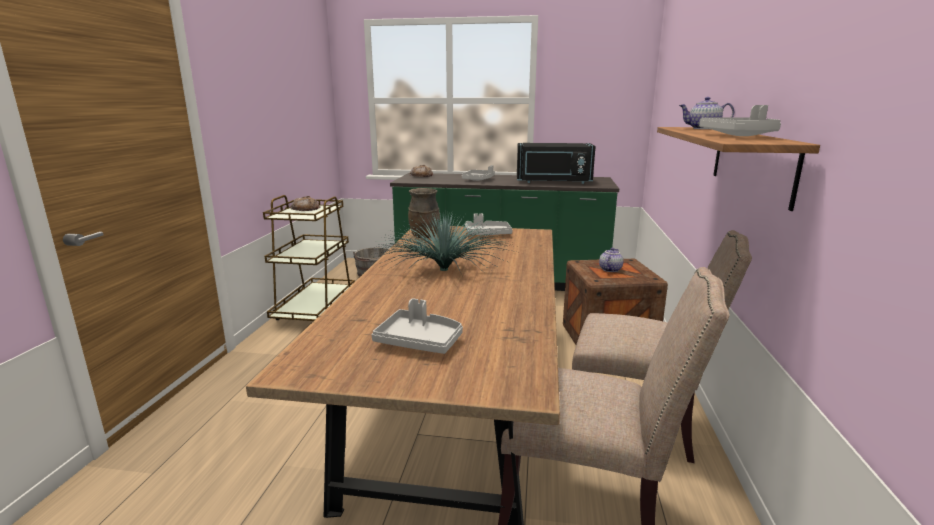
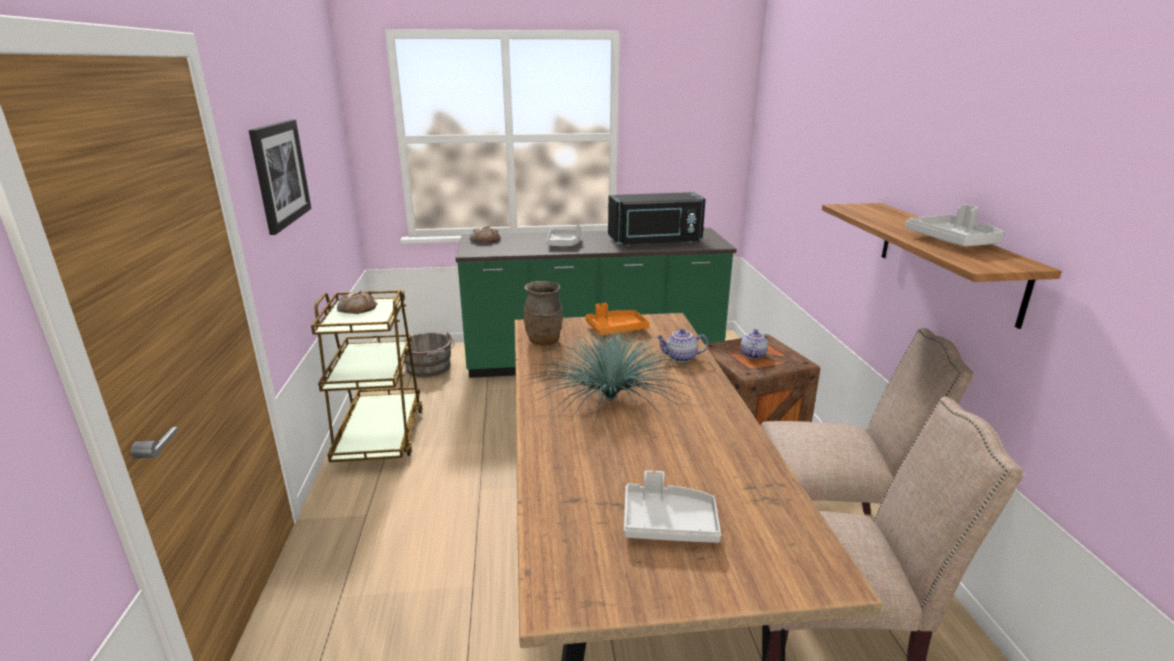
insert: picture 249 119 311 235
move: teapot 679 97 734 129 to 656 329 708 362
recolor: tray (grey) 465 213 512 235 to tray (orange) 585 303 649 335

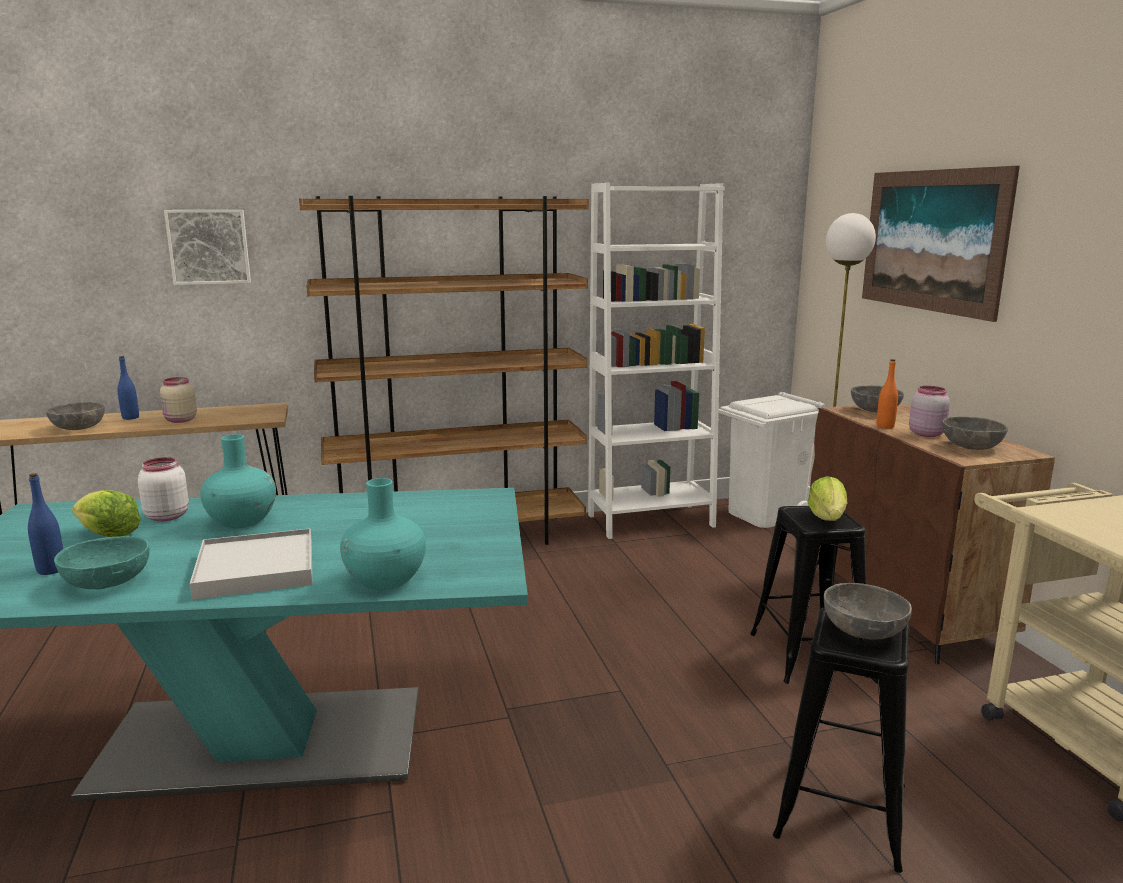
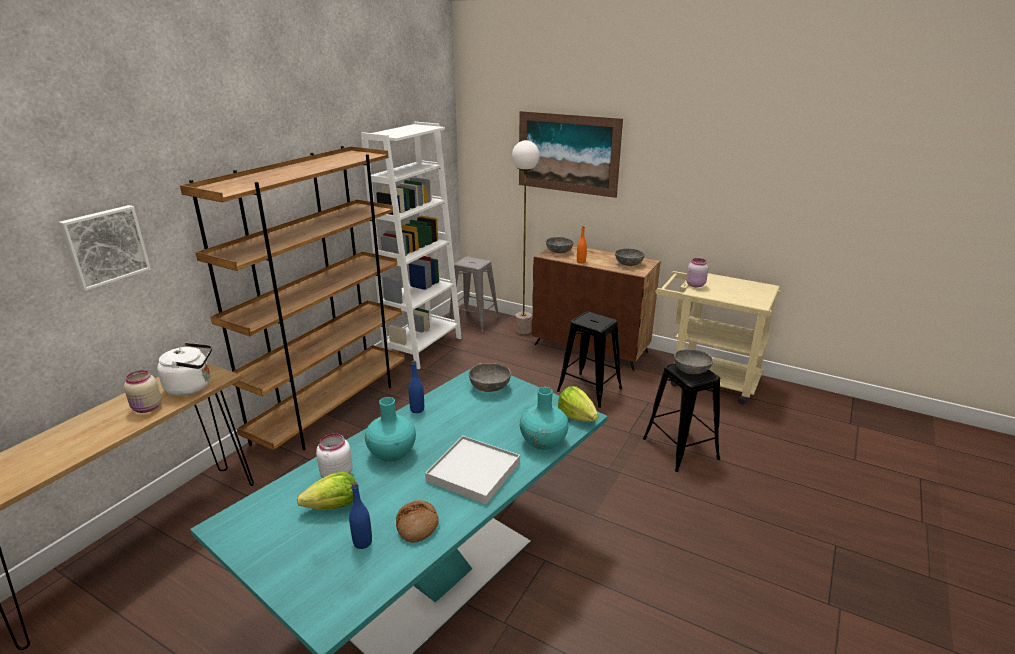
insert: kettle (white) 157 343 212 396
move: bowl (grey) 45 402 105 430 to 469 363 511 392; bottle (blue) 118 356 139 420 to 408 360 424 413; lettuce 808 476 847 521 to 558 386 599 422; jar (pink) 909 386 950 437 to 686 258 708 287
replace: bowl (turquoise) 54 536 150 590 to bread 396 500 439 543; trash can (white) 719 392 825 528 to stool (grey) 449 257 500 332

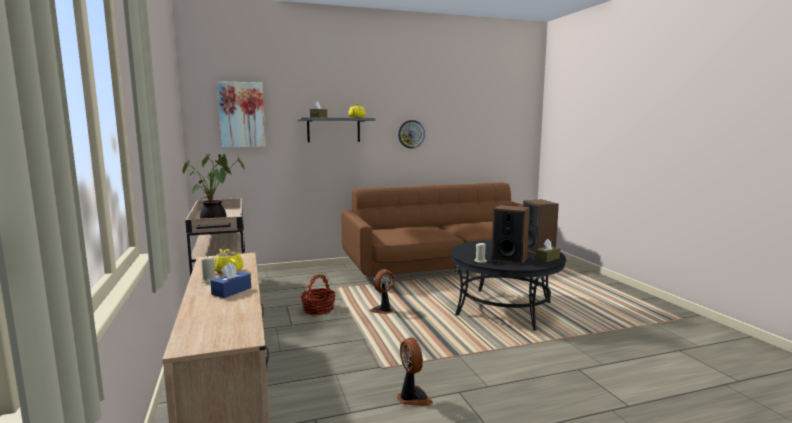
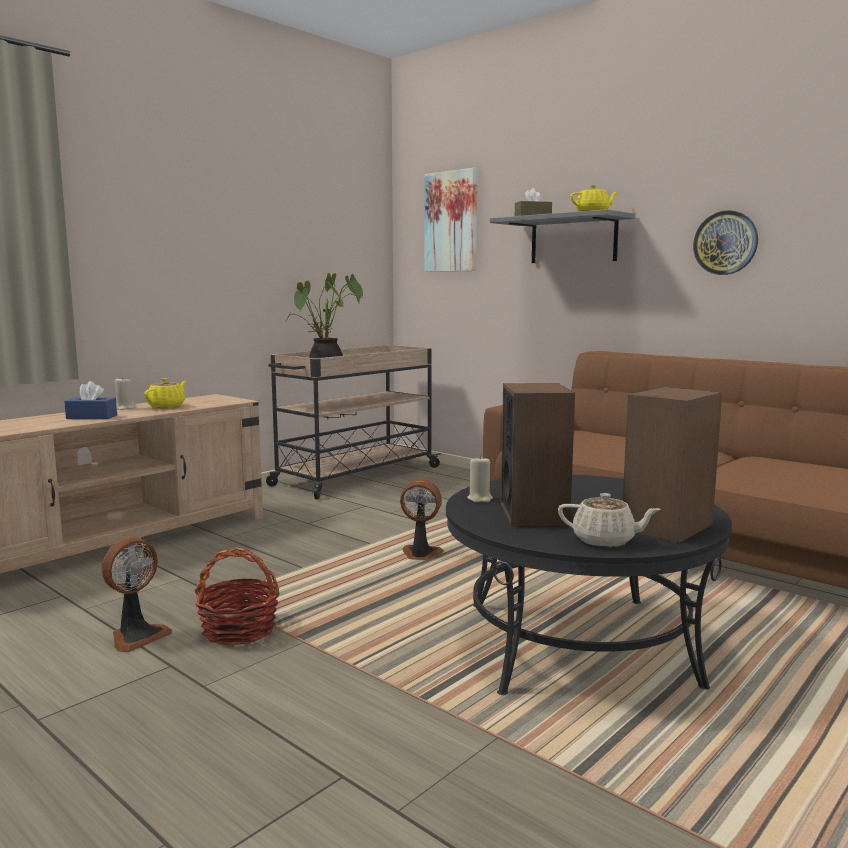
move: basket 301 274 336 315 to 194 547 279 646
replace: tissue box (brown) 535 239 560 263 to teapot (beige) 558 493 661 547

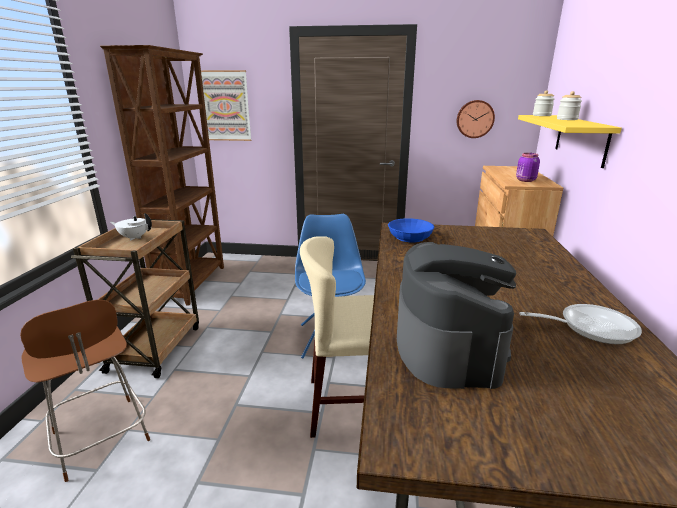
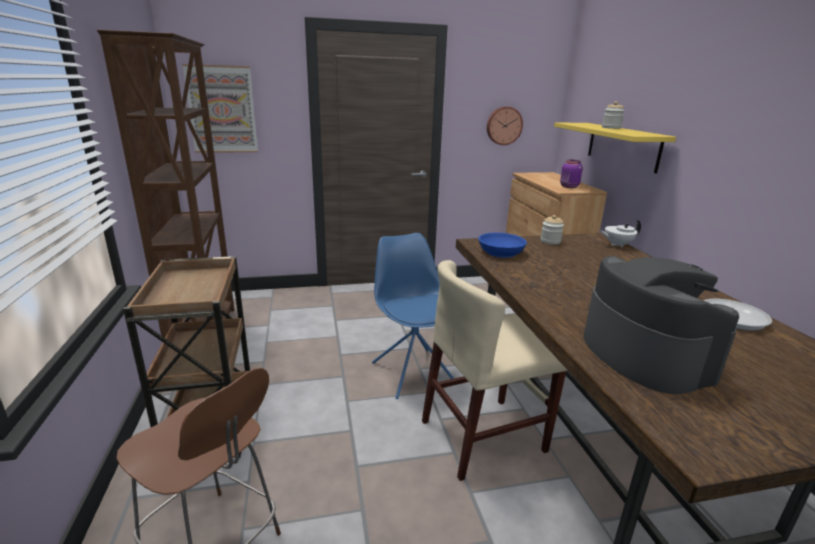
move: teapot (white) 110 213 152 241 to 600 219 641 248; jar 533 90 555 116 to 540 215 564 245

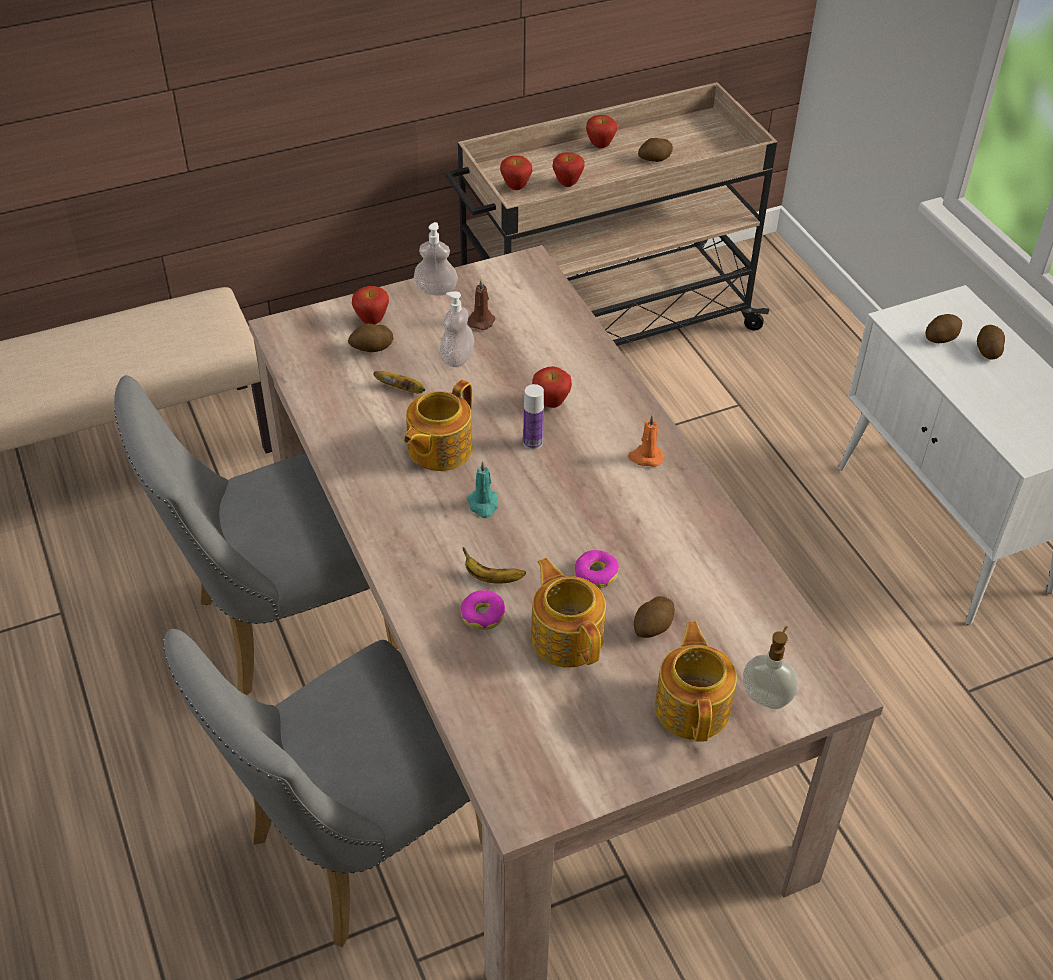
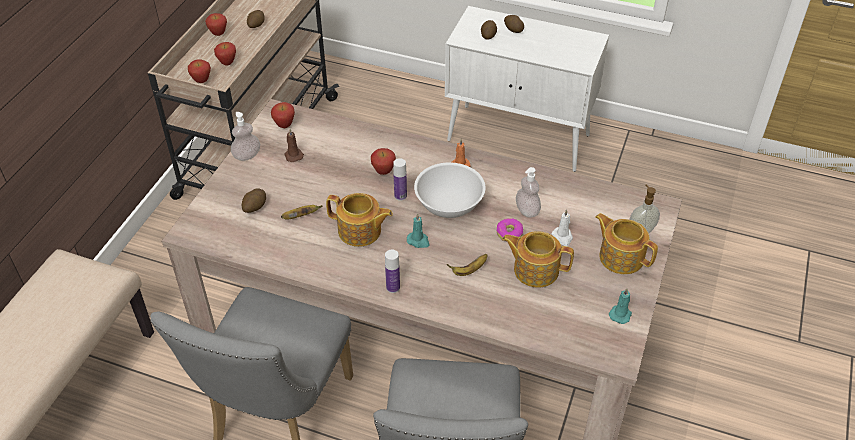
delete: donut 460 590 505 630
insert: bottle 385 249 400 293; bowl (white) 414 162 486 218; candle (turquoise) 609 288 632 324
move: apple 352 286 389 324 to 271 102 295 128; soap dispenser 440 291 474 367 to 516 167 541 218
replace: potato 634 596 675 638 to candle (white) 552 209 573 246
rotate: teapot 404 380 473 471 = 326 193 393 247 60 degrees counterclockwise

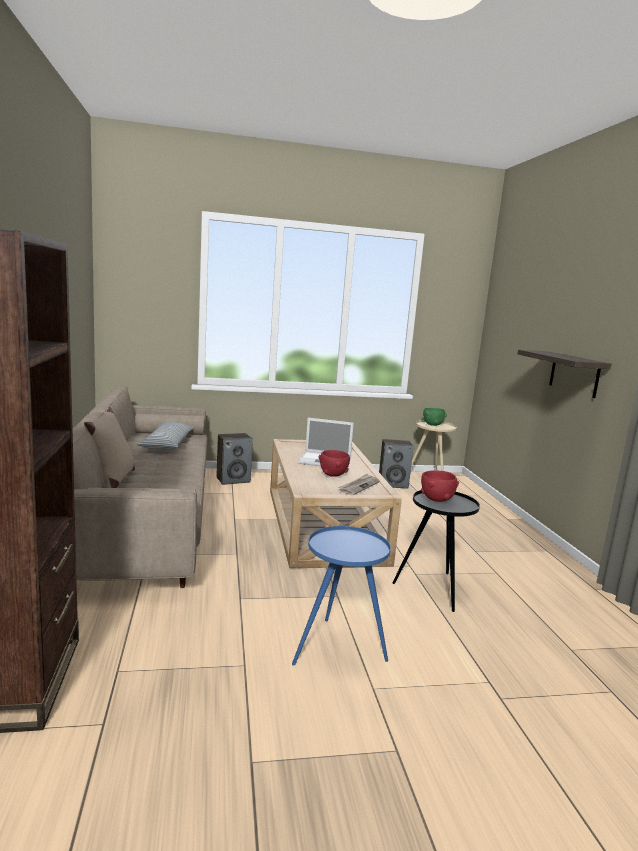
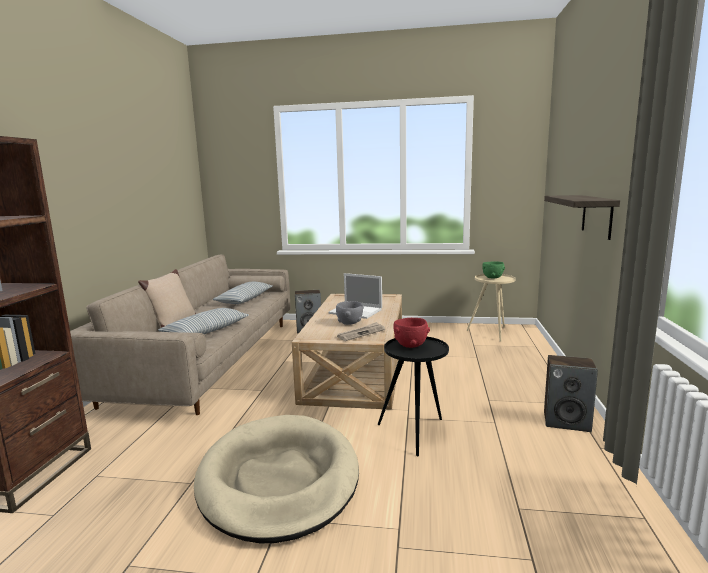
insert: pillow 158 308 249 334
move: speaker 379 439 414 489 to 544 355 598 432
replace: side table (blue) 292 526 391 666 to dog bed (beige) 194 415 359 544
recolor: bowl (red) 319 450 350 477 to bowl (grey) 336 301 364 325

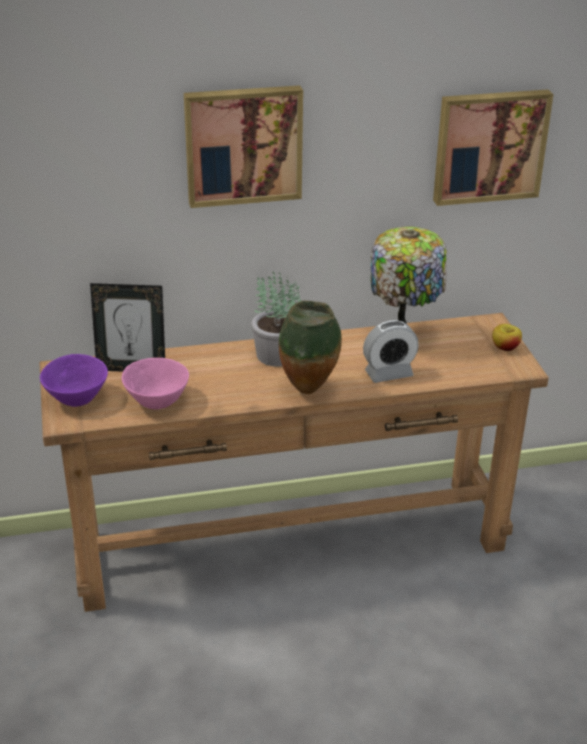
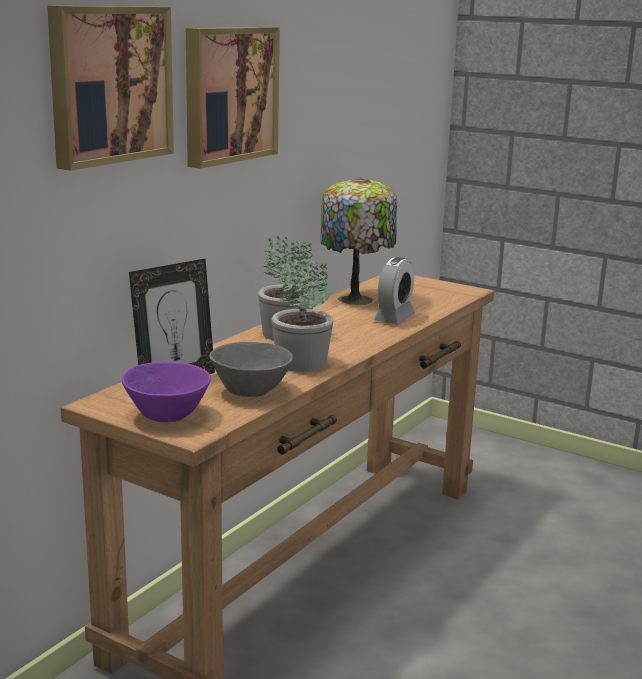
delete: vase 279 301 342 394; apple 492 324 522 351
insert: potted plant 272 250 334 372
move: picture 433 89 554 206 to 47 6 174 171
recolor: bowl (pink) 121 358 189 409 to bowl (grey) 209 342 293 397

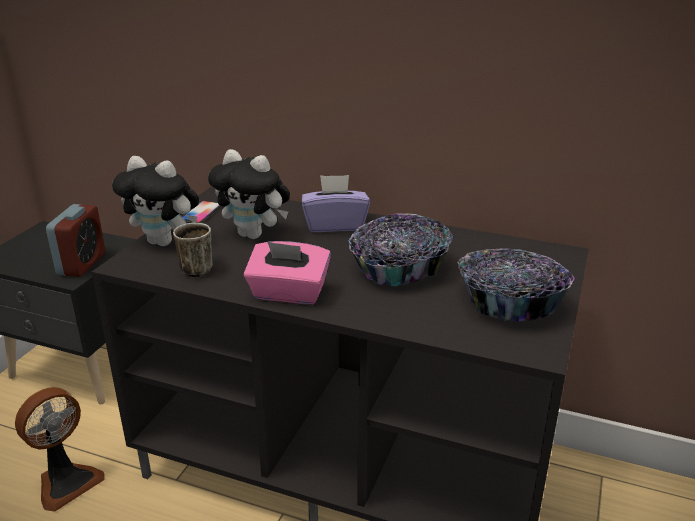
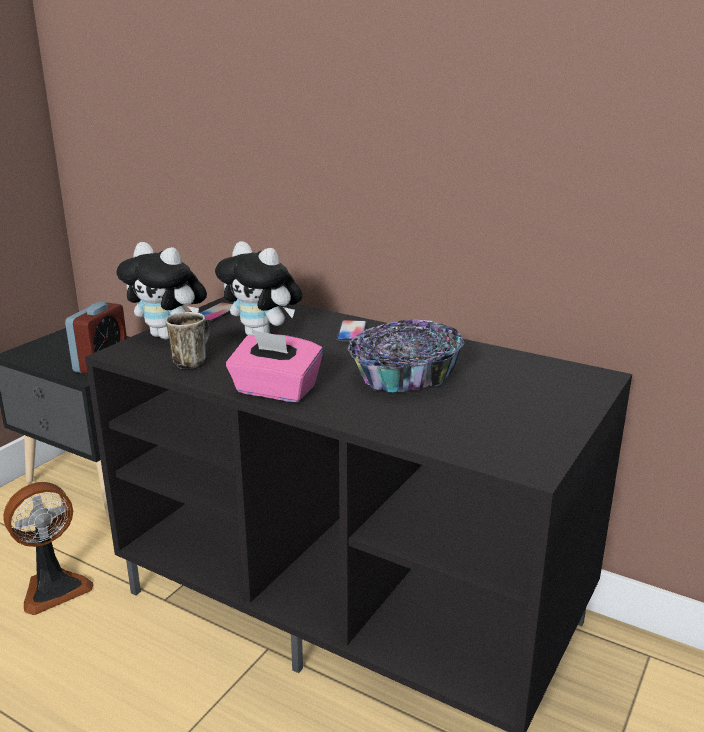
delete: bowl 457 248 575 322
replace: tissue box (purple) 302 175 370 232 to phone 336 320 367 342

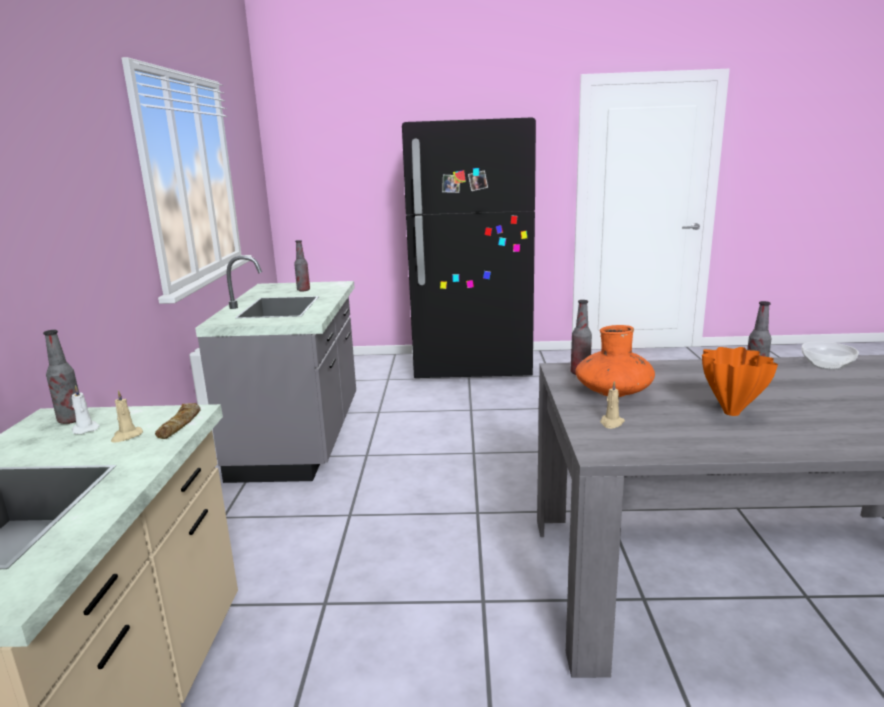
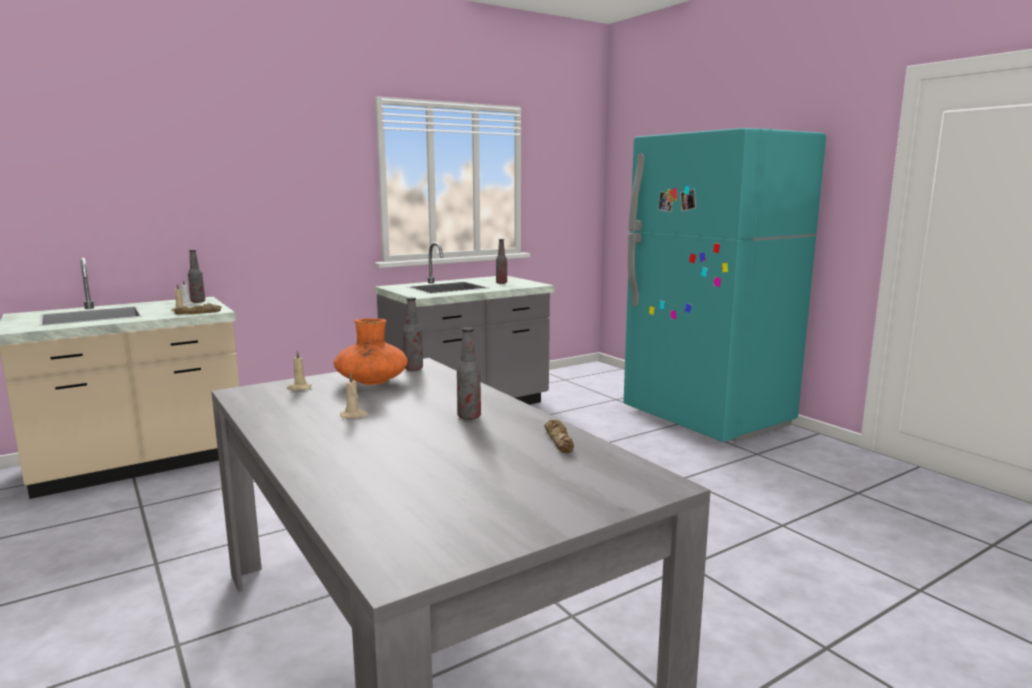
replace: vase (orange) 702 347 778 416 to candle (beige) 340 373 369 418; bowl 802 342 859 370 to bread 544 419 574 453
recolor: fridge (black) 402 117 536 378 to fridge (turquoise) 624 128 826 442

